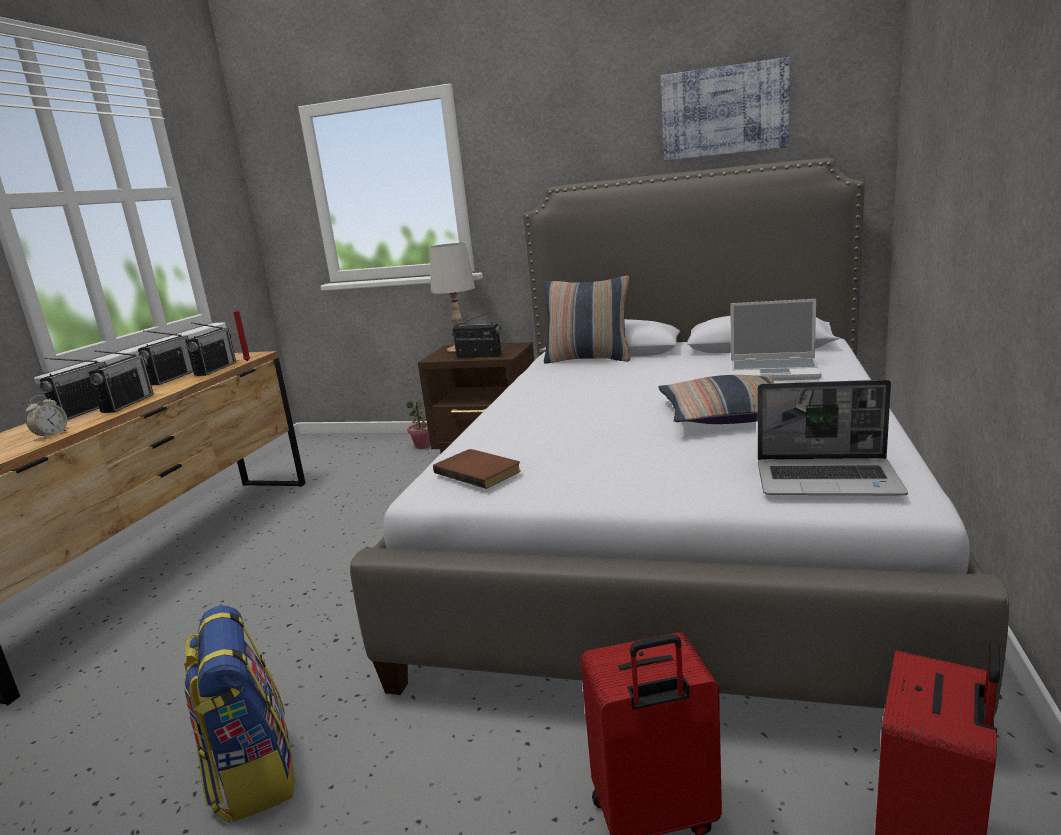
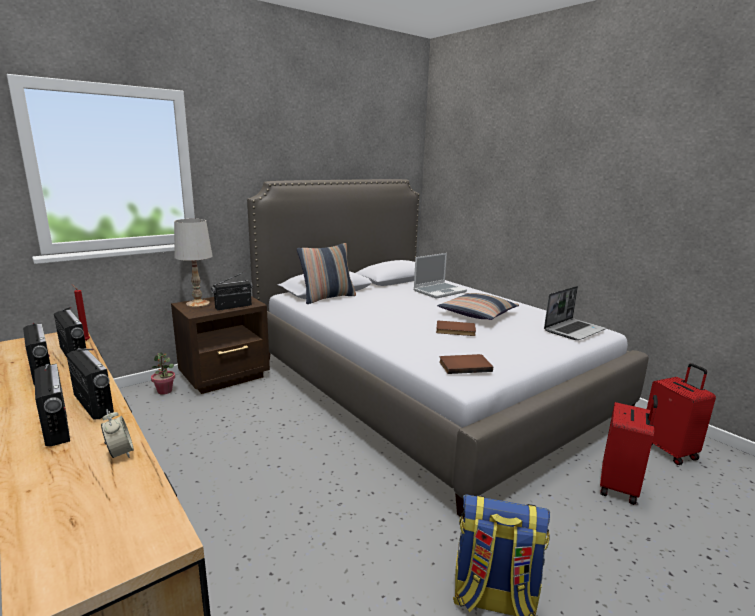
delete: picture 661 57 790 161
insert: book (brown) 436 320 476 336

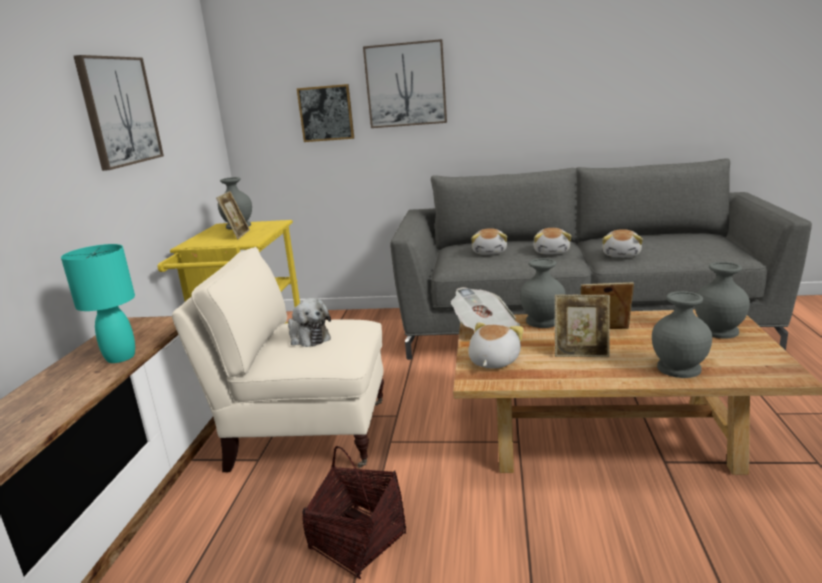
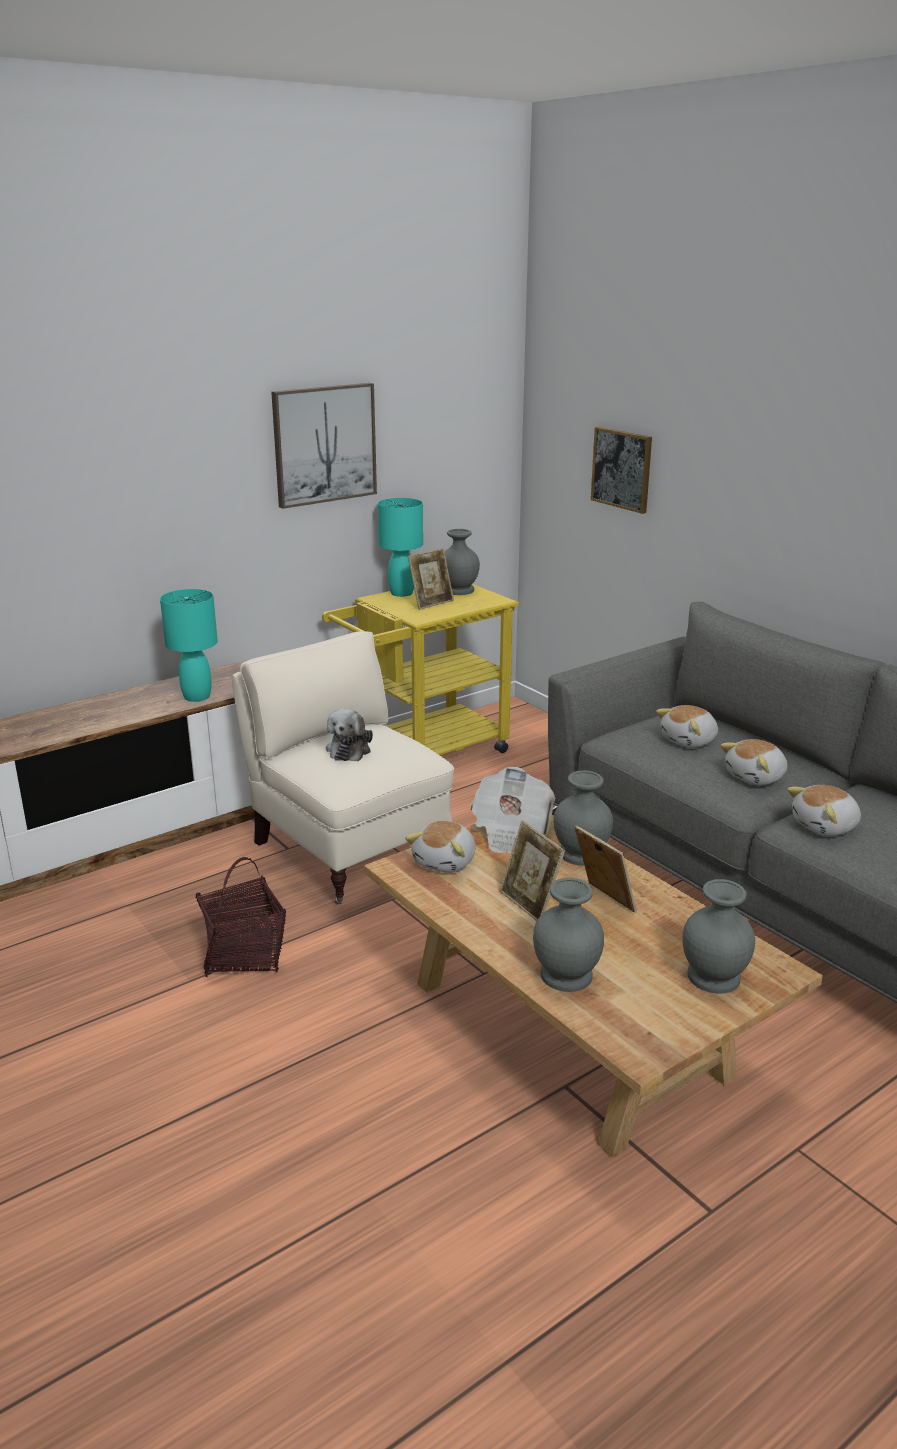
delete: picture 363 39 447 128
insert: table lamp (turquoise) 378 498 423 597
rotate: plush toy 468 322 524 368 = 405 821 476 873 135 degrees clockwise

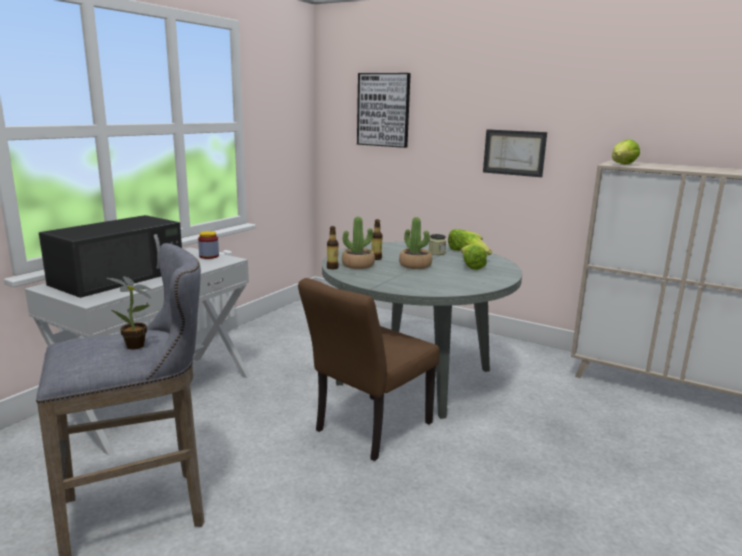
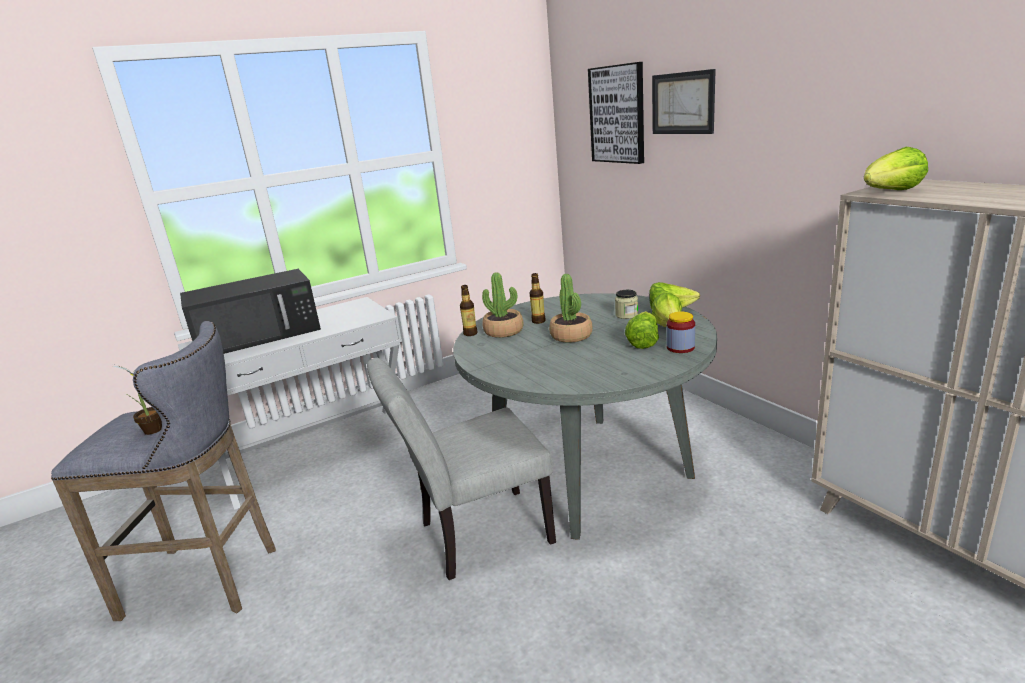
move: jar 198 231 219 259 to 667 312 695 353; picture 483 129 547 177 to 652 69 716 134
recolor: chair (brown) 298 278 440 461 to chair (grey) 367 358 556 580

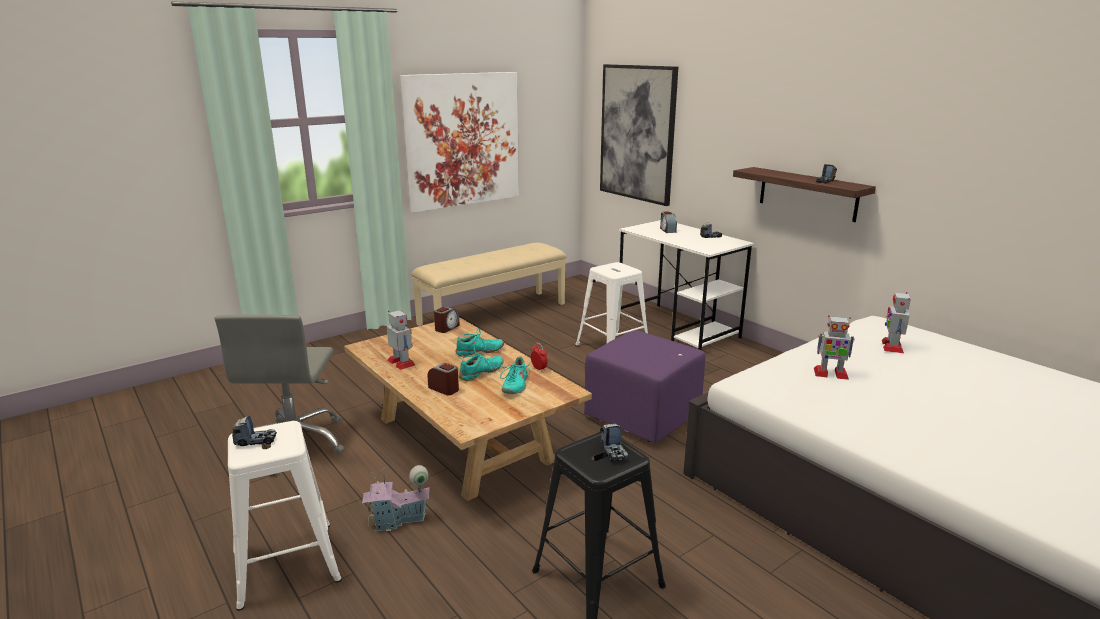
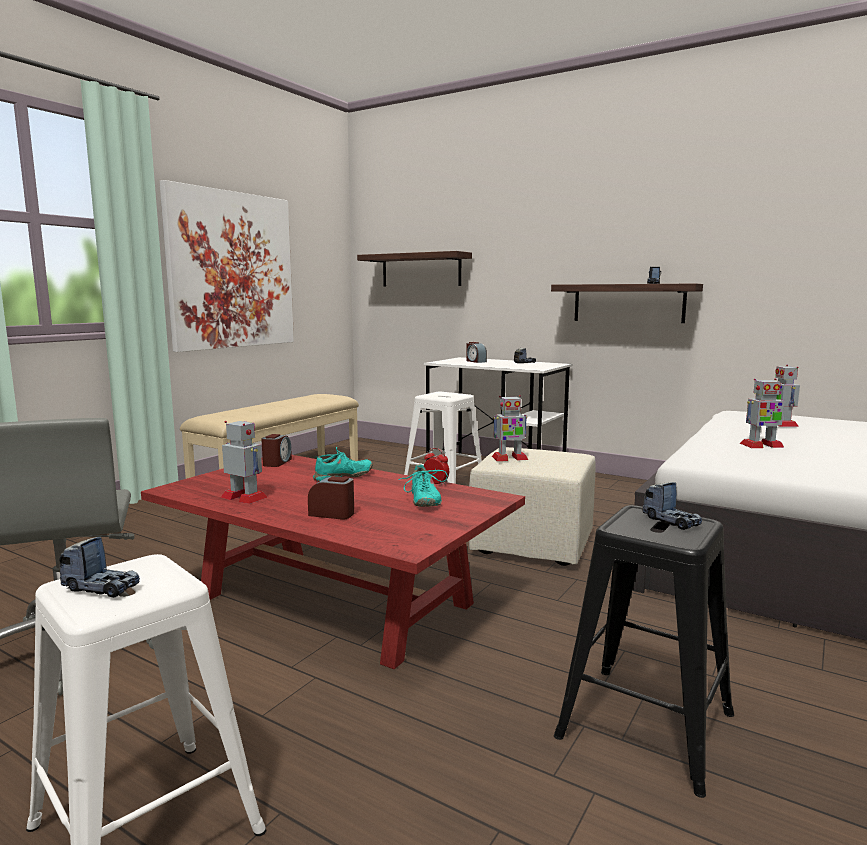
delete: toy house 362 465 430 531; shoe (turquoise) 458 348 504 381
insert: toy robot 492 395 528 461
replace: picture 600 64 678 206 to shelf 357 251 472 287
recolor: coffee table (beige) 344 317 592 501 to coffee table (red) 141 455 525 669; ottoman (purple) 584 330 705 444 to ottoman (beige) 469 447 596 566
rotate: toy truck 232 416 277 446 = 59 537 140 598 45 degrees clockwise

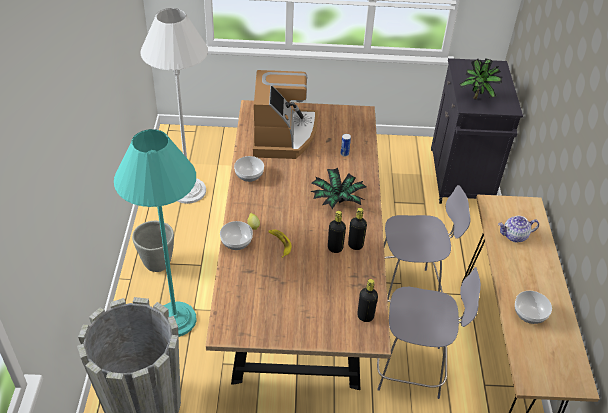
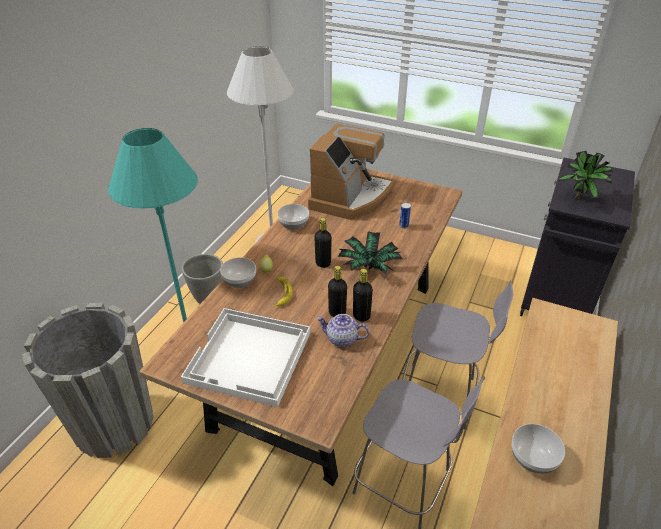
insert: tray (white) 181 308 310 407
move: bottle (black) 357 279 378 322 to 314 218 332 268; teapot 498 216 539 242 to 316 314 369 347

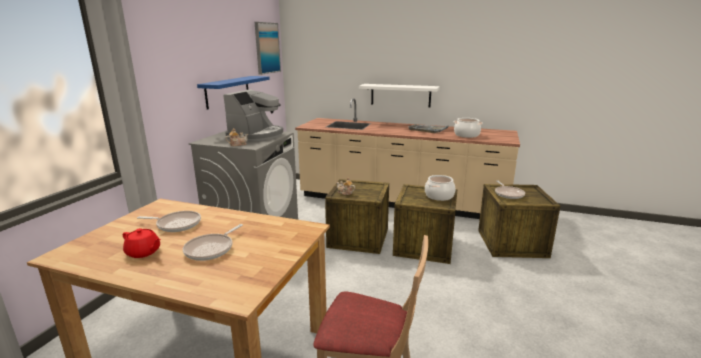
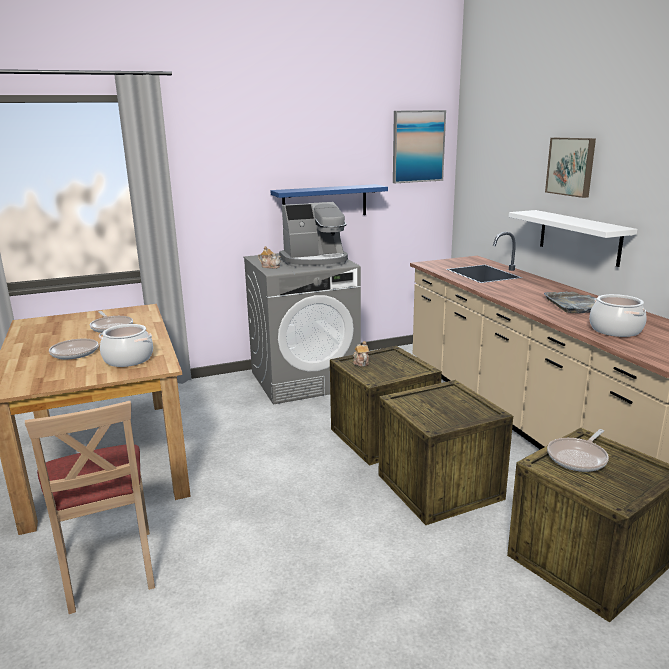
delete: teapot (red) 123 228 161 258
insert: picture 545 138 596 198
move: cooking pot 425 175 455 201 to 99 324 153 367

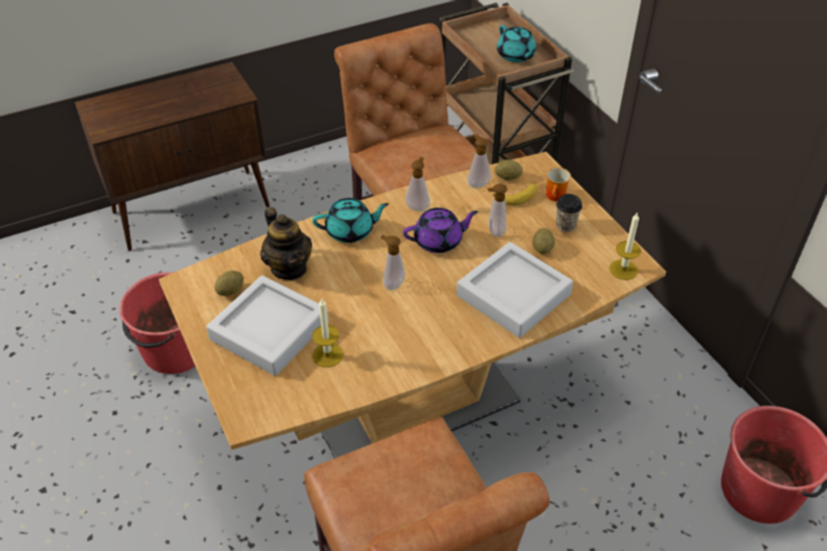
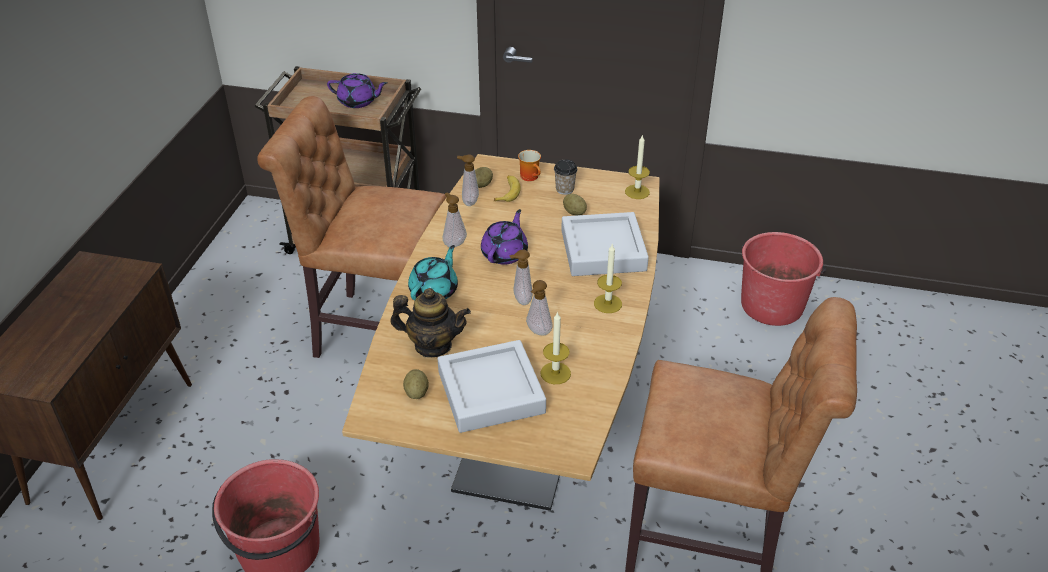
insert: candle 594 243 622 313
move: soap dispenser 487 184 507 237 to 526 280 553 336
recolor: teapot (turquoise) 497 25 538 62 to teapot (purple) 327 73 387 108

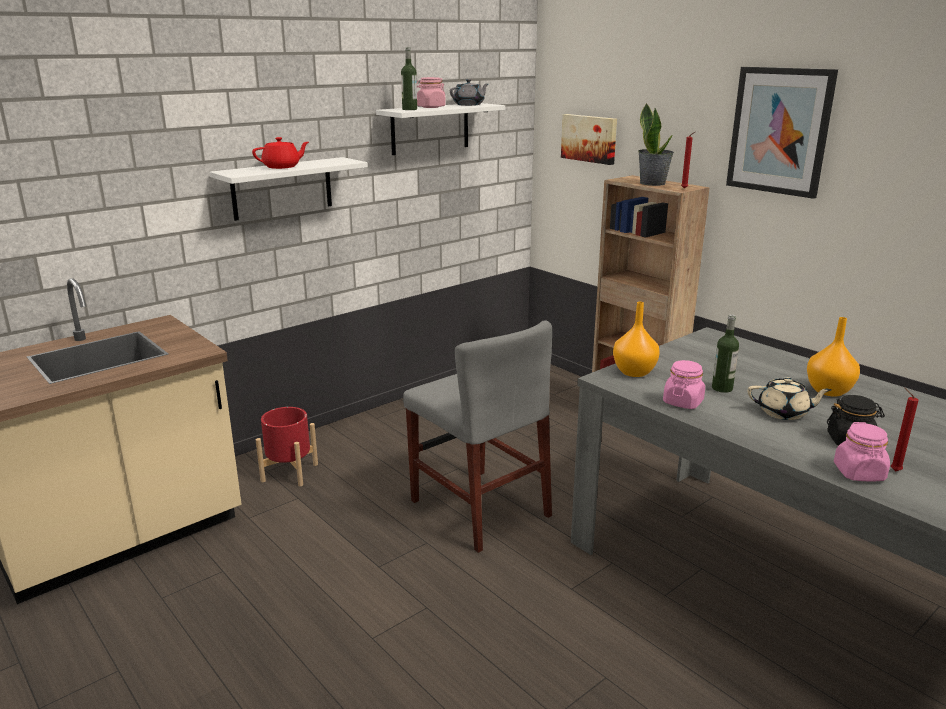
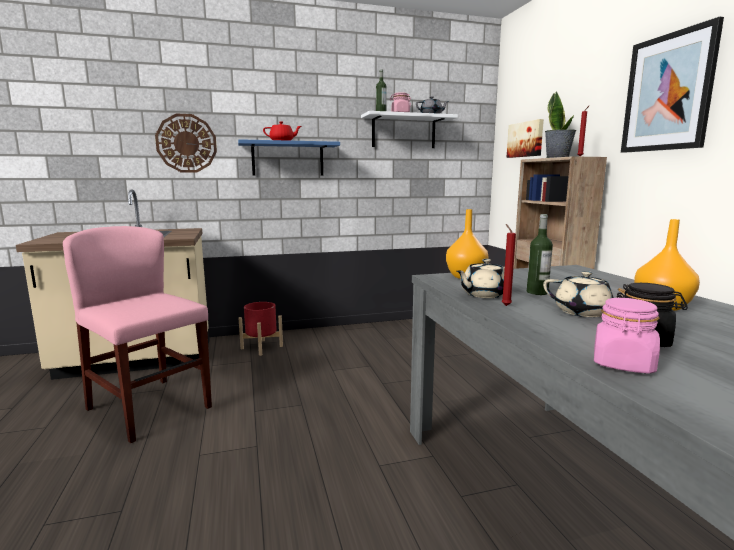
delete: chair (grey) 403 320 552 553
insert: chair (pink) 63 226 212 443; wall clock 155 114 217 173
move: candle (red) 891 388 918 471 to 501 224 516 306
replace: jar (pink) 663 360 705 409 to teapot (beige) 456 259 505 298
recolor: shelf (white) 210 157 367 221 to shelf (blue) 238 139 340 176

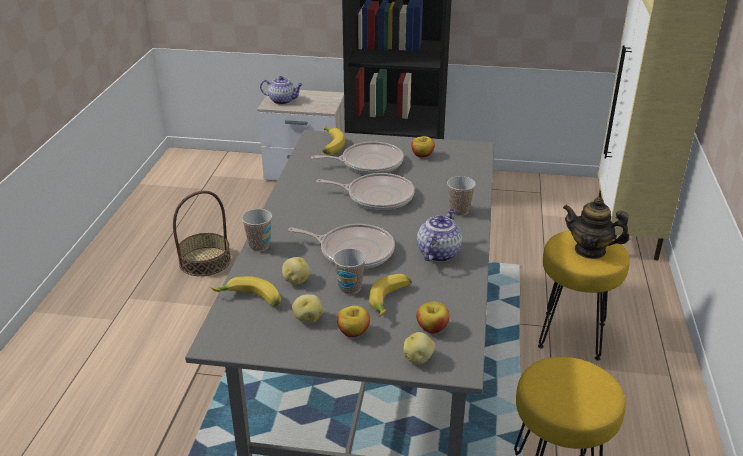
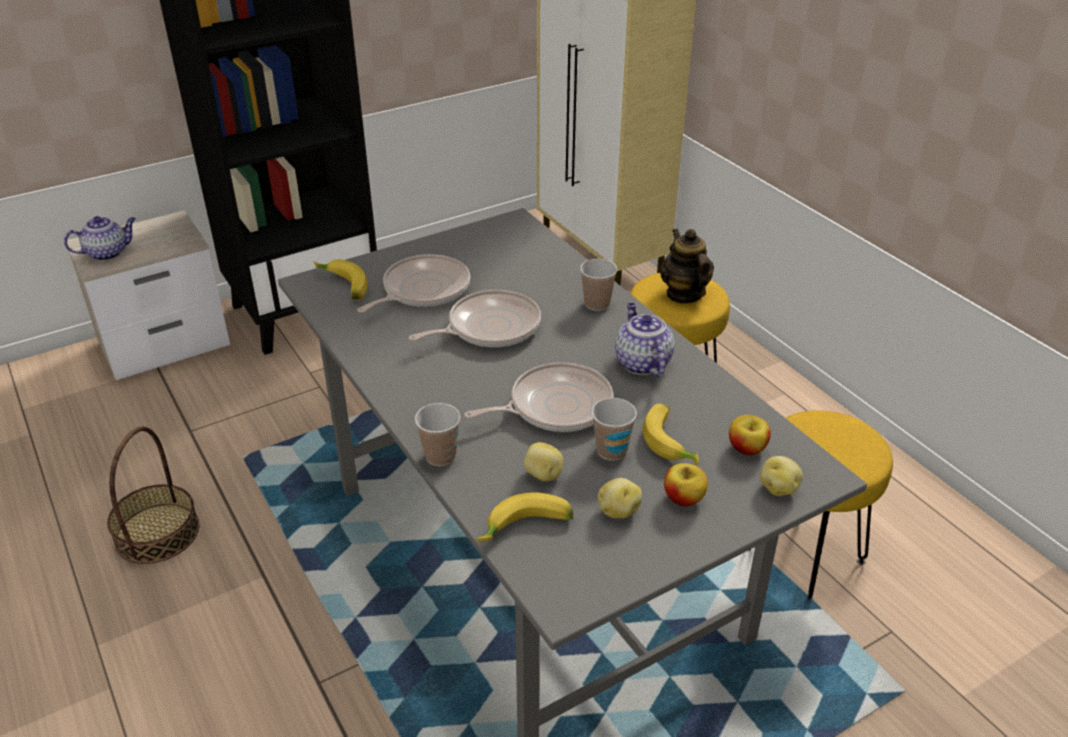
delete: apple 411 136 435 158
rotate: teapot 563 197 629 259 = 660 229 714 303 90 degrees clockwise

